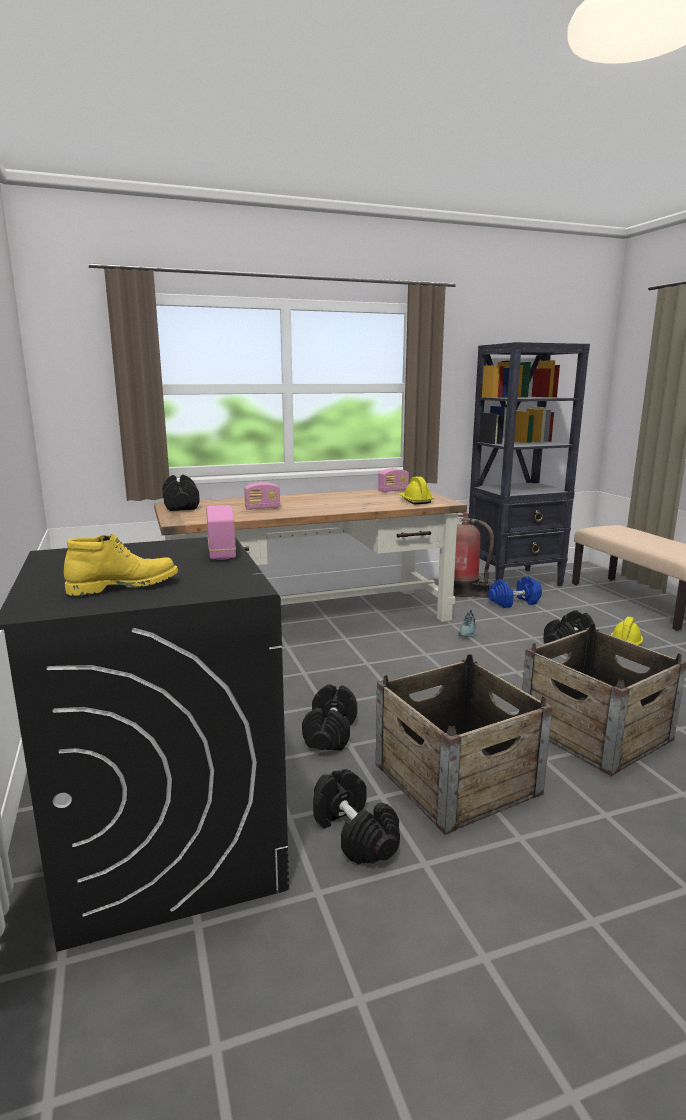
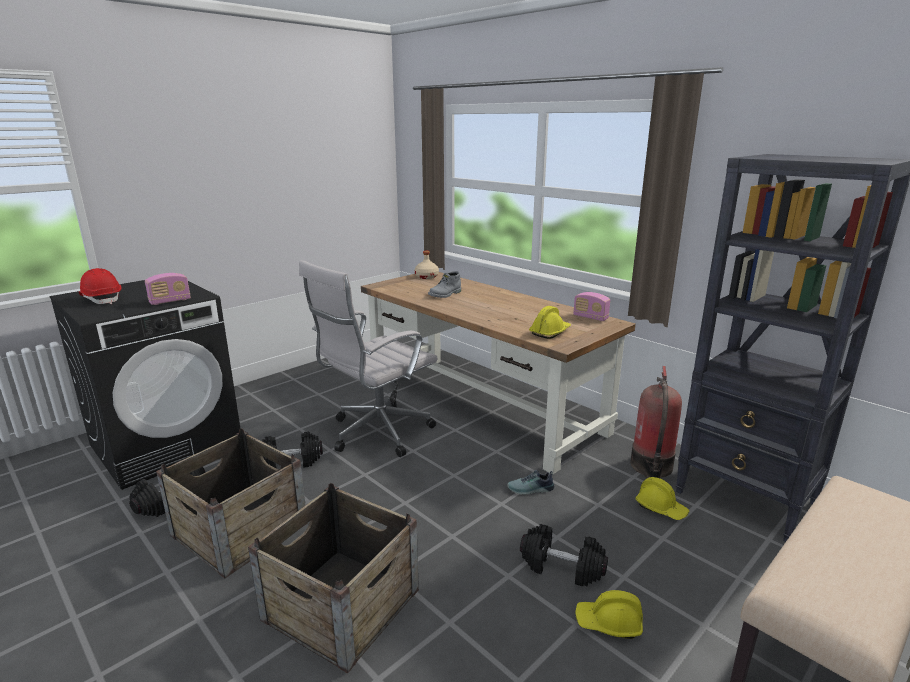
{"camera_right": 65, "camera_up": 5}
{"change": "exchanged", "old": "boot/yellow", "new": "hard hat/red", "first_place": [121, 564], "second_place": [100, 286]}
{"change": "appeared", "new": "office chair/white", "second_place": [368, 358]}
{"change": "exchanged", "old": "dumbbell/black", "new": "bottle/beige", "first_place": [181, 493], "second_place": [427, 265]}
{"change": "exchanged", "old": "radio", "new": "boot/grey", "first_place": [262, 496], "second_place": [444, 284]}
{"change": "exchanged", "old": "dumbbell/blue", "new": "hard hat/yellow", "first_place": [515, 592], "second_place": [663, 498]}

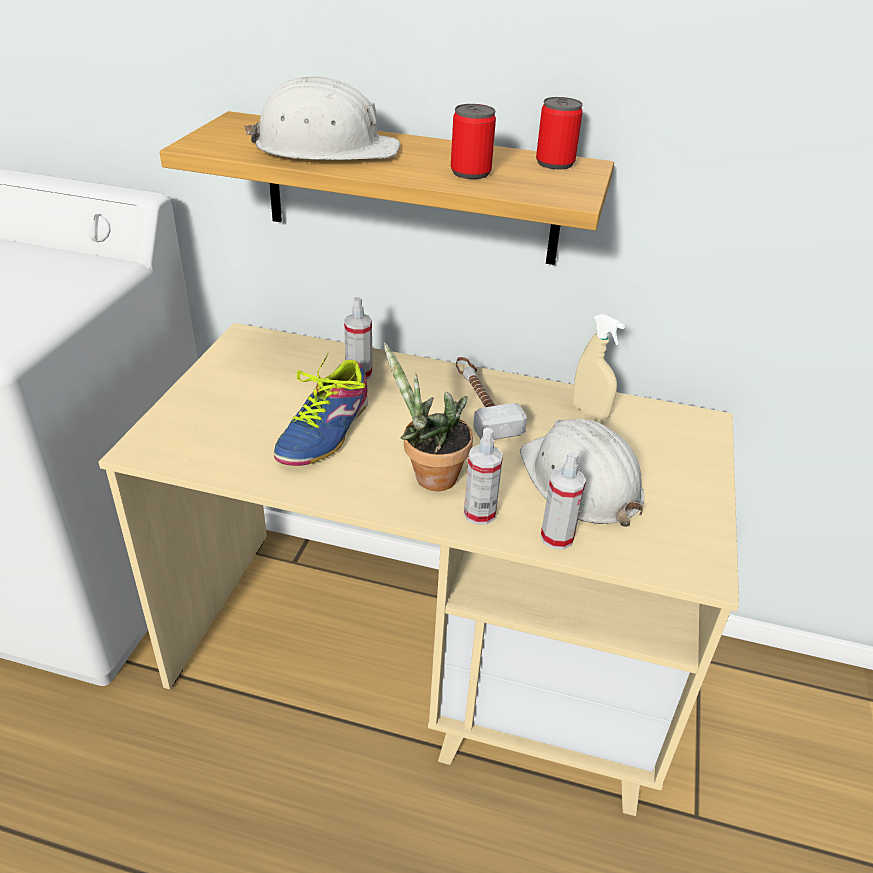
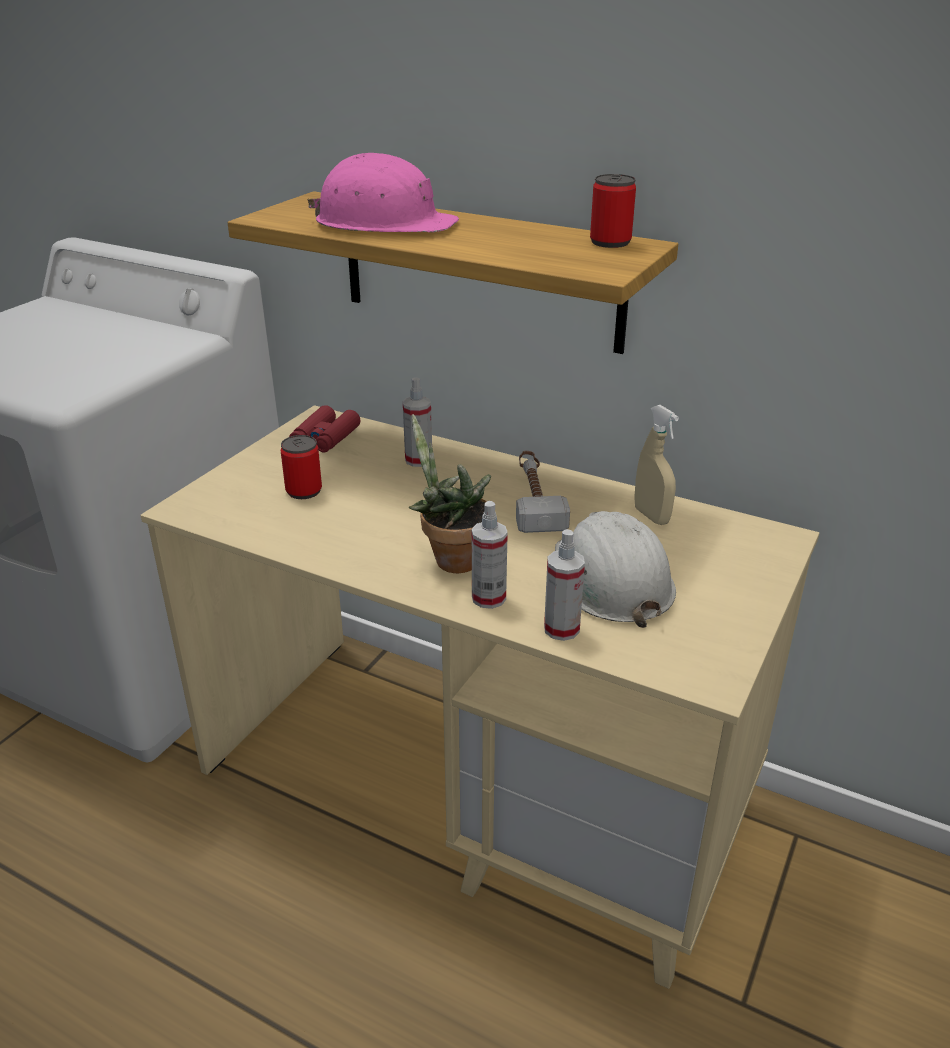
{"camera_right": 15, "camera_up": -5}
{"change": "relocated", "old": "can", "first_place": [473, 141], "second_place": [301, 467]}
{"change": "appeared", "new": "binoculars/red", "second_place": [325, 429]}
{"change": "colour", "old": "hard hat/white", "new": "hard hat/pink", "first_place": [322, 118], "second_place": [383, 192]}
{"change": "missing", "old": "shoe", "first_place": [321, 408]}

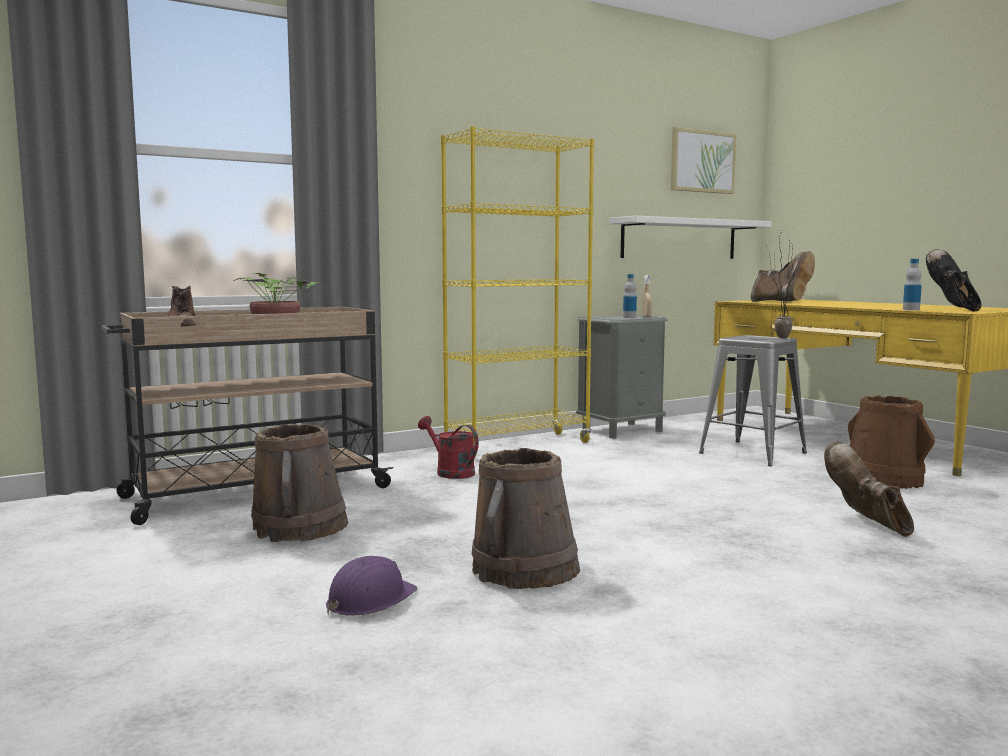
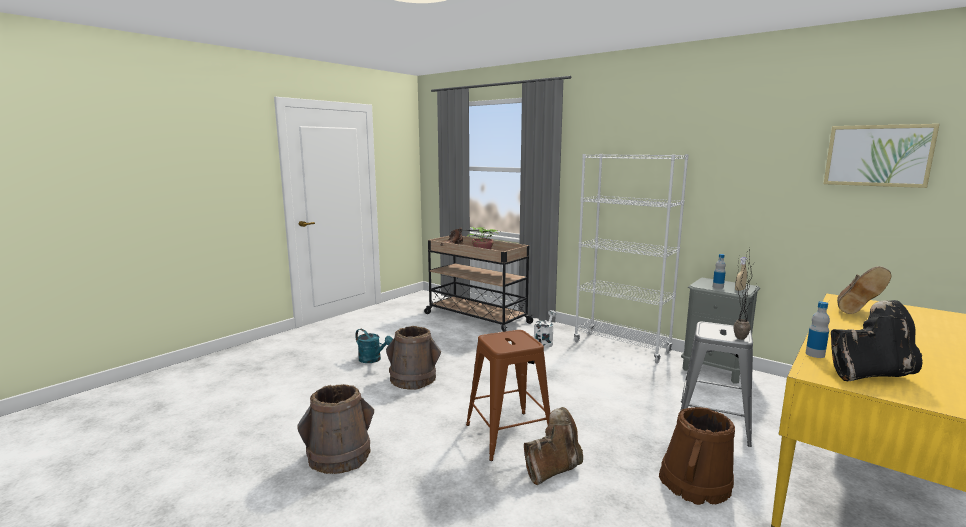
{"camera_right": 70, "camera_up": 5}
{"change": "relocated", "old": "bucket/brown", "first_place": [300, 483], "second_place": [335, 429]}
{"change": "exchanged", "old": "hard hat/purple", "new": "watering can/turquoise", "first_place": [372, 585], "second_place": [374, 346]}
{"change": "appeared", "new": "stool/brown", "second_place": [508, 395]}
{"change": "colour", "old": "watering can/red", "new": "watering can/white", "first_place": [448, 447], "second_place": [545, 329]}
{"change": "colour", "old": "bookcase/yellow", "new": "bookcase/white", "first_place": [517, 291], "second_place": [631, 259]}
{"change": "missing", "old": "shelf/white", "first_place": [691, 237]}

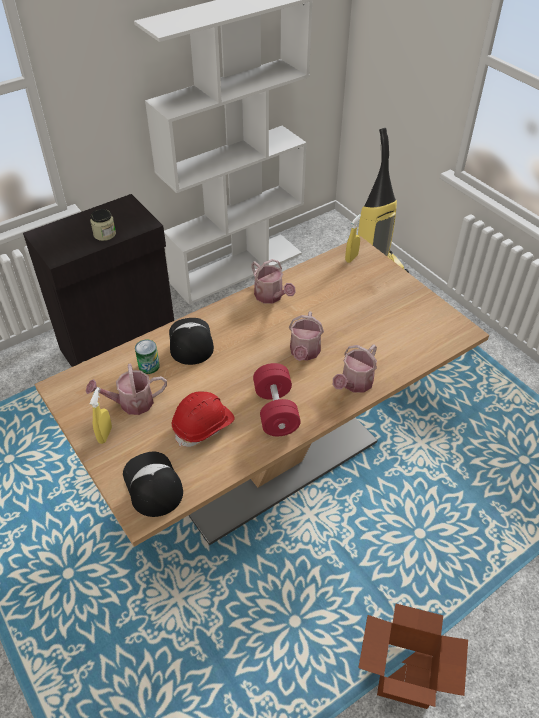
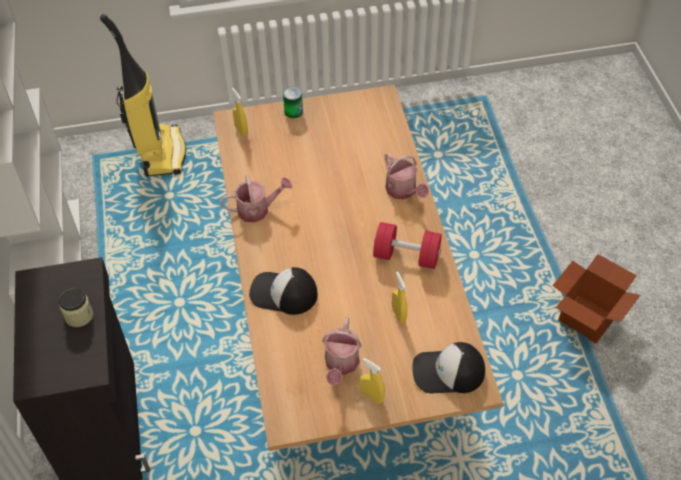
{"camera_right": -65, "camera_up": 5}
{"change": "relocated", "old": "can", "first_place": [147, 356], "second_place": [293, 102]}
{"change": "exchanged", "old": "hard hat/red", "new": "spray bottle/yellow", "first_place": [203, 419], "second_place": [399, 297]}
{"change": "missing", "old": "watering can", "first_place": [306, 336]}

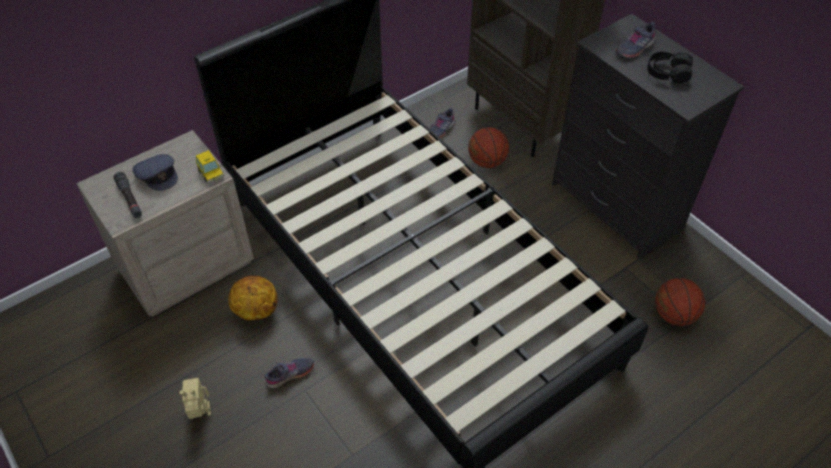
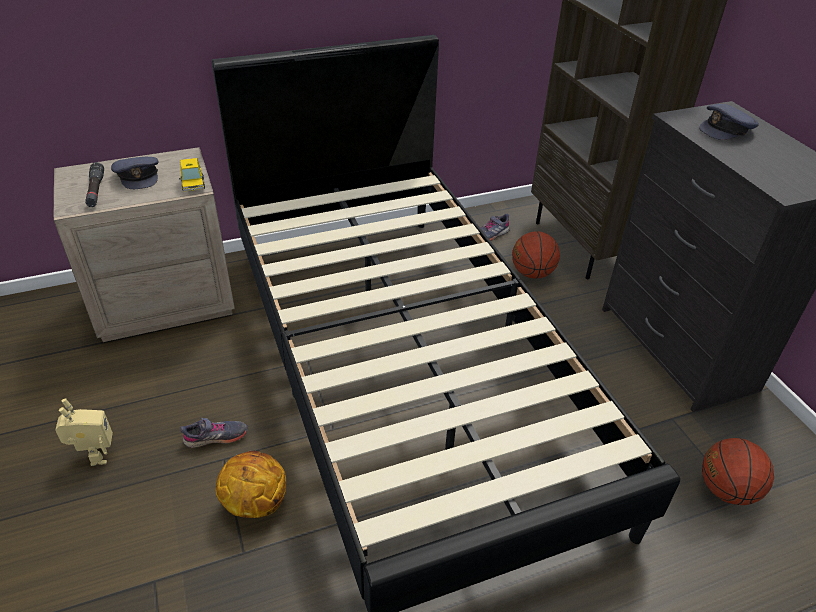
{"camera_right": 15, "camera_up": -10}
{"change": "spun", "old": "toy robot", "first_place": [195, 398], "second_place": [84, 432], "degrees": 75}
{"change": "relocated", "old": "basketball", "first_place": [252, 298], "second_place": [250, 484]}
{"change": "exchanged", "old": "shoe/grey", "new": "cap/grey", "first_place": [635, 40], "second_place": [729, 122]}
{"change": "missing", "old": "headphones/black", "first_place": [670, 67]}

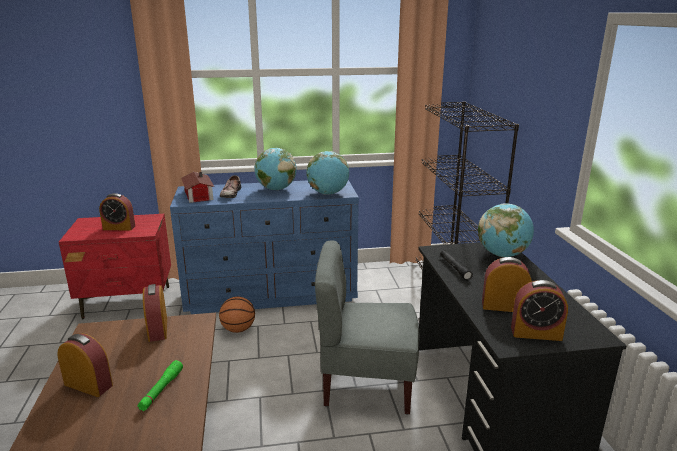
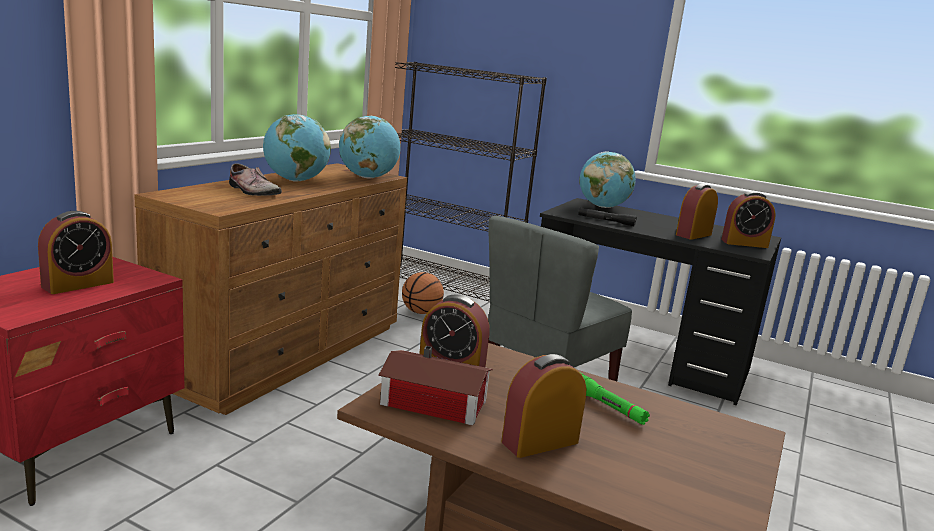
{"camera_right": -55, "camera_up": -5}
{"change": "colour", "old": "dresser/blue", "new": "dresser/brown", "first_place": [264, 247], "second_place": [270, 289]}
{"change": "relocated", "old": "toy house", "first_place": [197, 187], "second_place": [435, 386]}
{"change": "relocated", "old": "basketball", "first_place": [237, 315], "second_place": [423, 293]}
{"change": "spun", "old": "alarm clock", "first_place": [539, 310], "second_place": [748, 219], "degrees": 45}

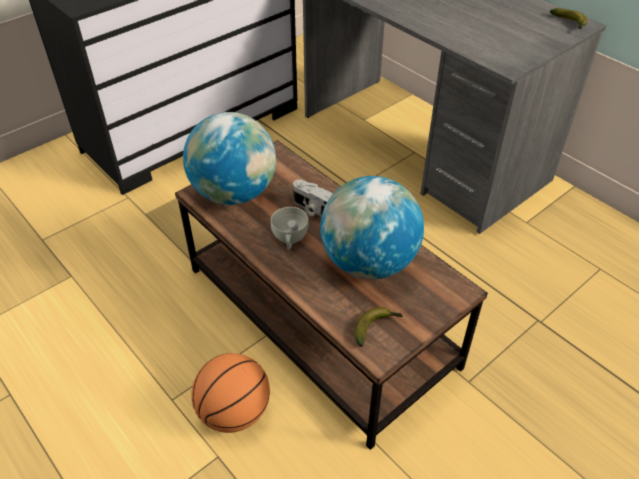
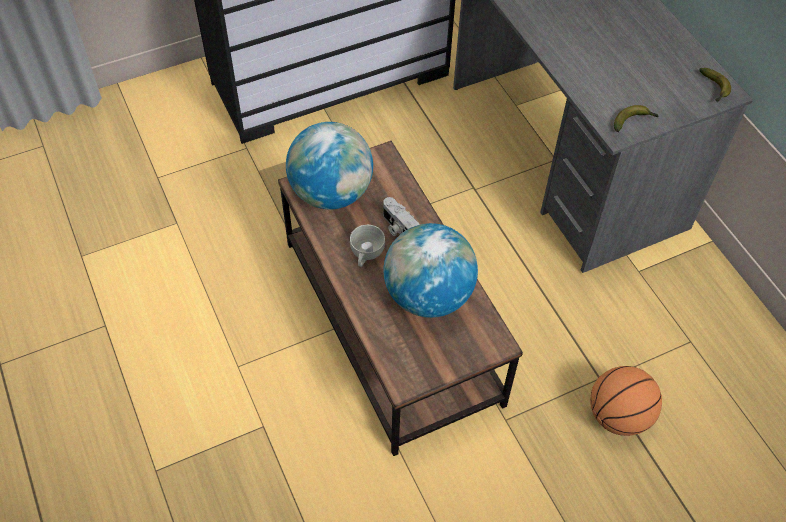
{"camera_right": 15, "camera_up": 10}
{"change": "relocated", "old": "basketball", "first_place": [230, 393], "second_place": [626, 401]}
{"change": "relocated", "old": "banana", "first_place": [379, 327], "second_place": [636, 118]}

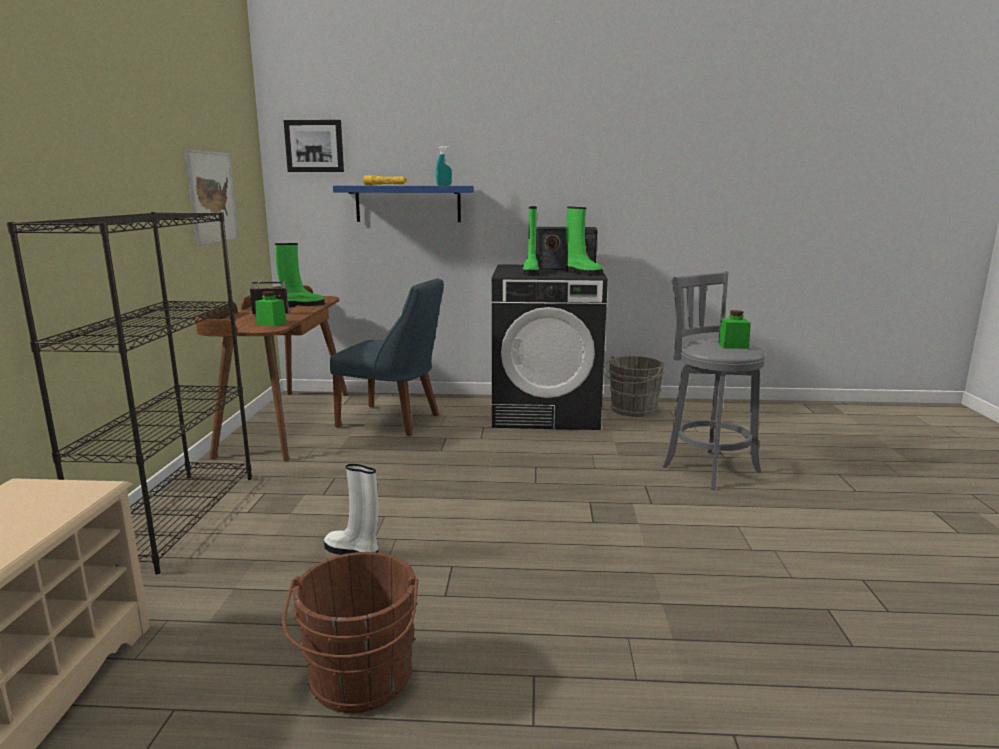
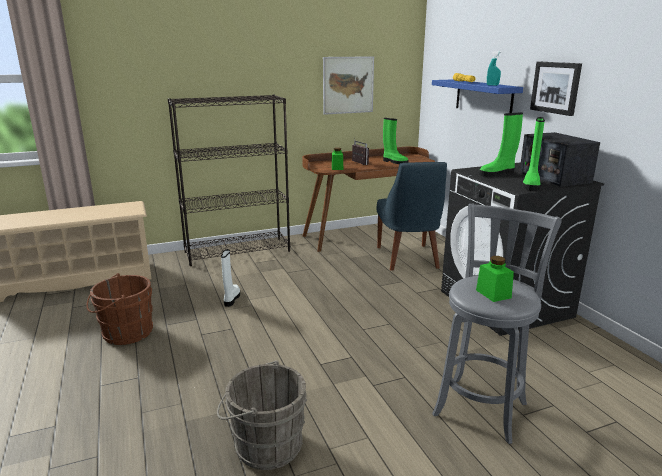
{"camera_right": 65, "camera_up": 5}
{"change": "relocated", "old": "bucket/grey", "first_place": [633, 386], "second_place": [262, 415]}
{"change": "relocated", "old": "picture", "first_place": [314, 146], "second_place": [556, 89]}

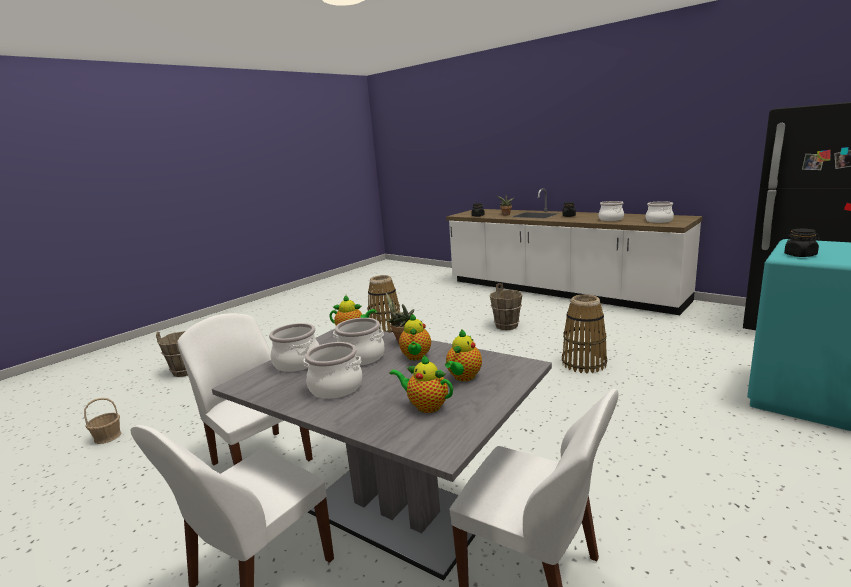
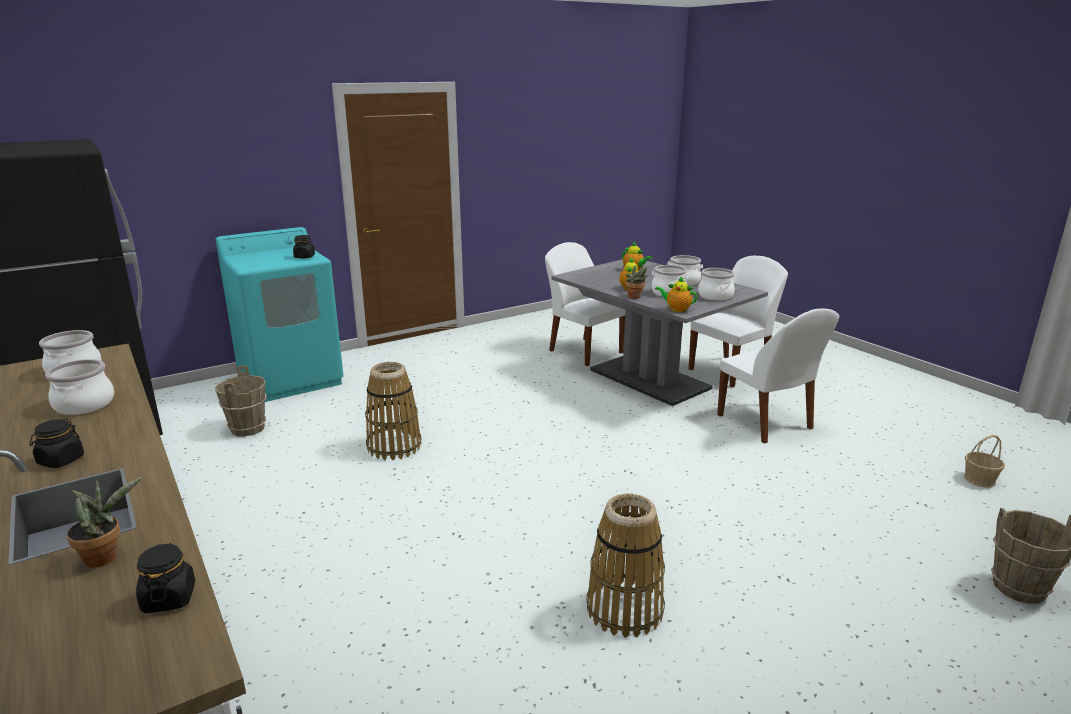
{"camera_right": -165, "camera_up": 5}
{"change": "relocated", "old": "bucket/brown", "first_place": [506, 306], "second_place": [241, 400]}
{"change": "missing", "old": "teapot", "first_place": [463, 355]}

